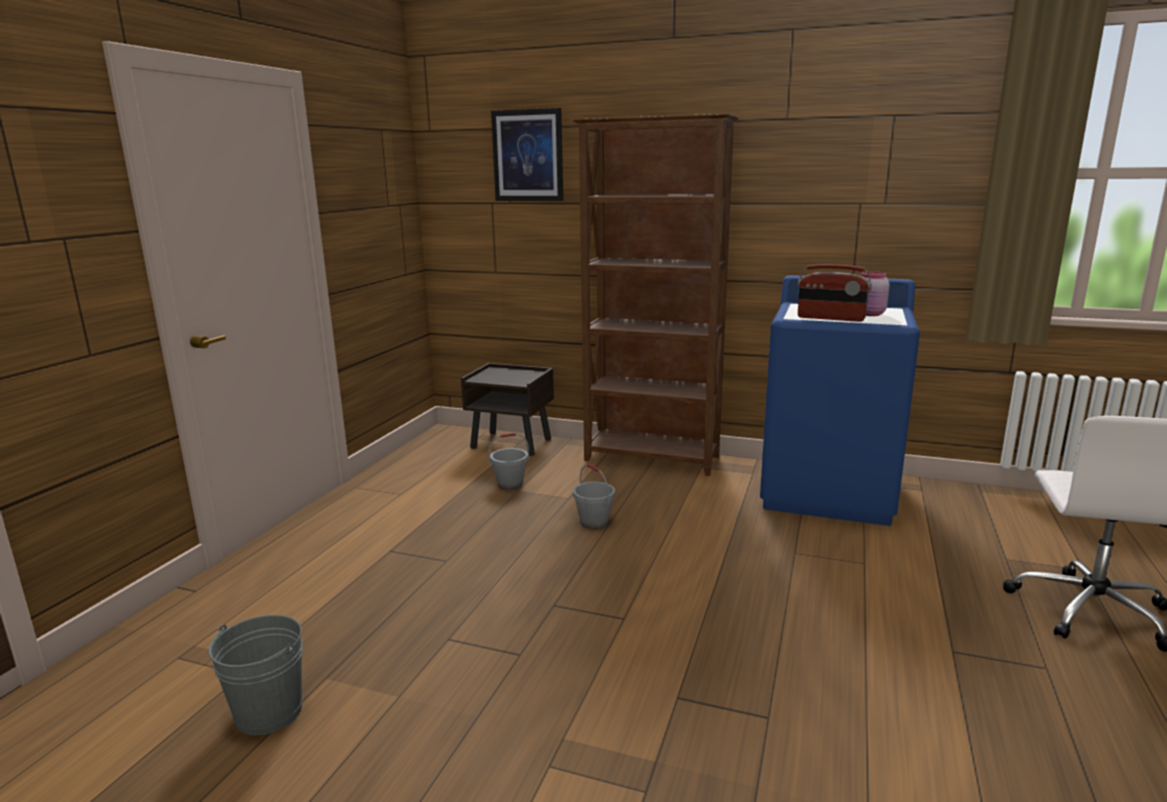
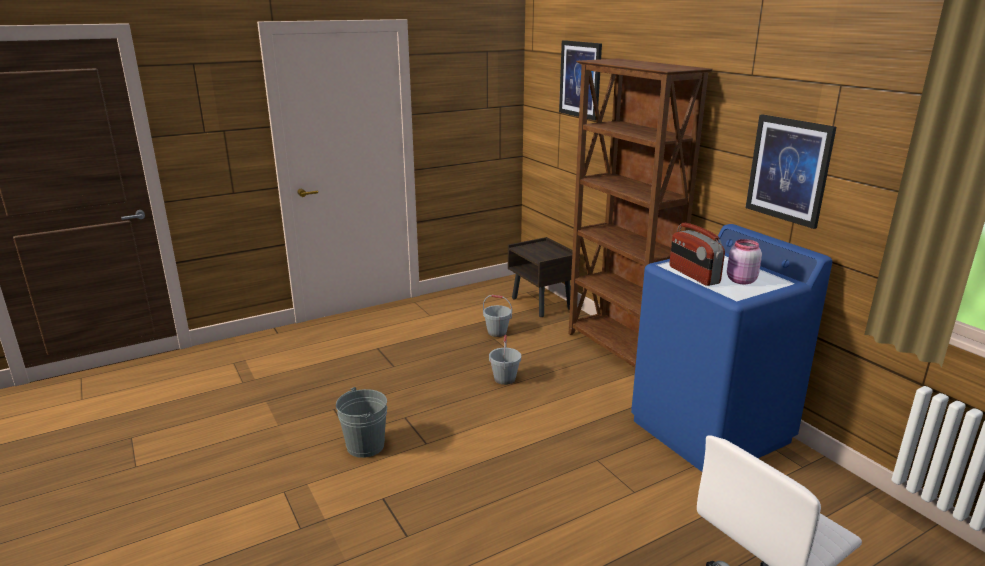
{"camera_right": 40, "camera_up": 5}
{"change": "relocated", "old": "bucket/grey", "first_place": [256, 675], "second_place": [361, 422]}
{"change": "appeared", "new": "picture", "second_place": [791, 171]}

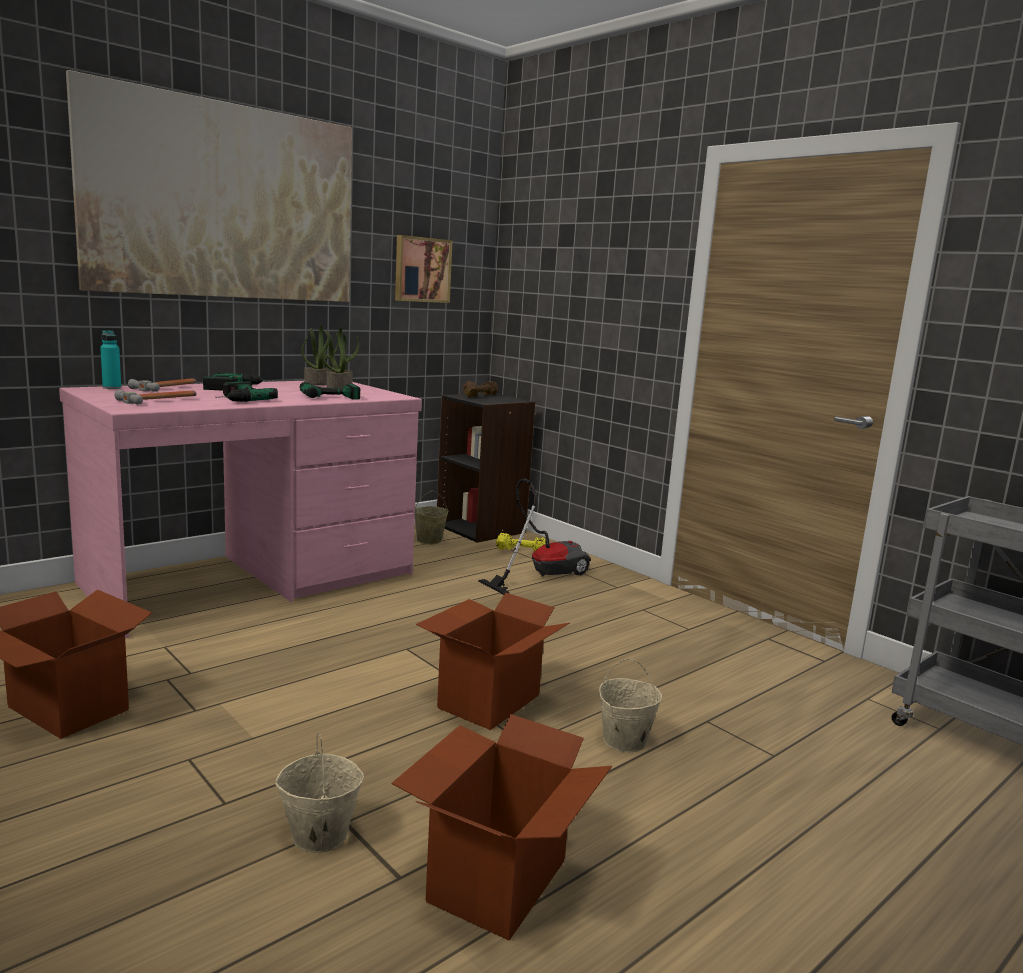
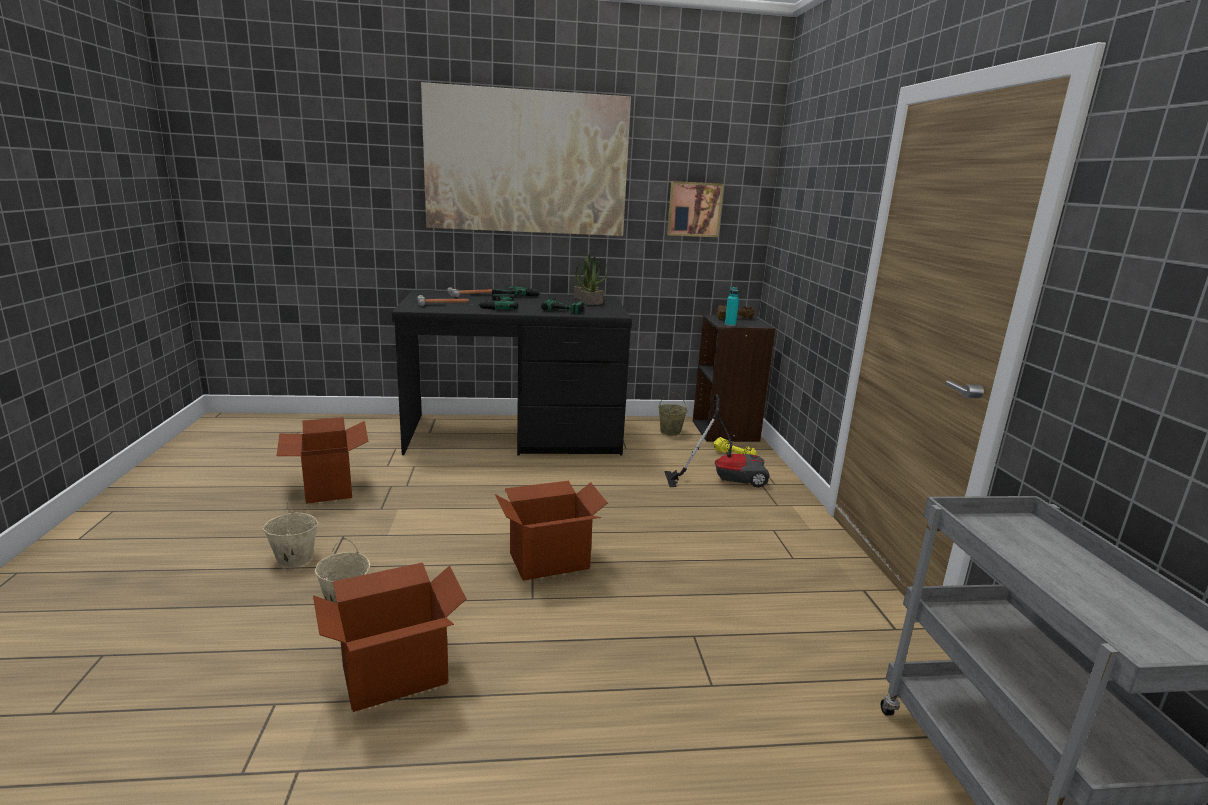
{"camera_right": 35, "camera_up": 5}
{"change": "relocated", "old": "bucket/beige", "first_place": [630, 705], "second_place": [290, 533]}
{"change": "colour", "old": "desk/pink", "new": "desk/black", "first_place": [240, 509], "second_place": [512, 372]}
{"change": "relocated", "old": "bottle/turquoise", "first_place": [110, 359], "second_place": [732, 306]}

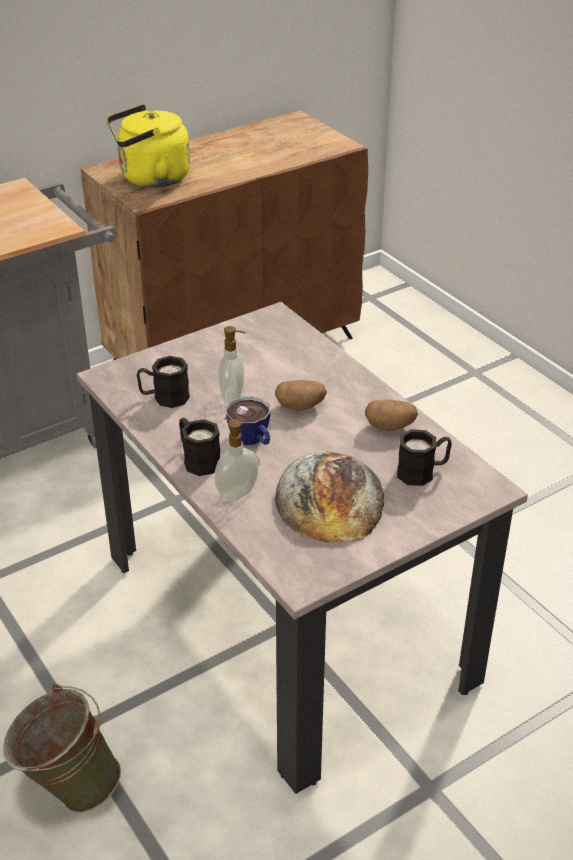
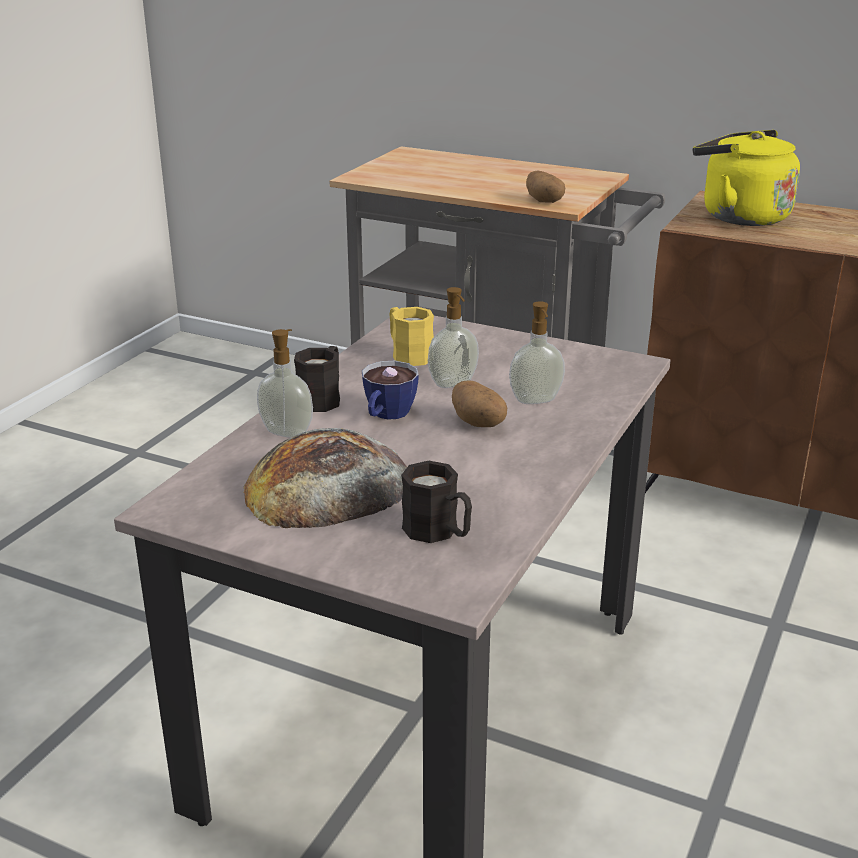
{"camera_right": 60, "camera_up": -10}
{"change": "colour", "old": "mug/black", "new": "mug/yellow", "first_place": [163, 382], "second_place": [412, 336]}
{"change": "appeared", "new": "soap dispenser", "second_place": [537, 352]}
{"change": "relocated", "old": "potato", "first_place": [391, 415], "second_place": [545, 187]}
{"change": "missing", "old": "bucket/green", "first_place": [62, 748]}

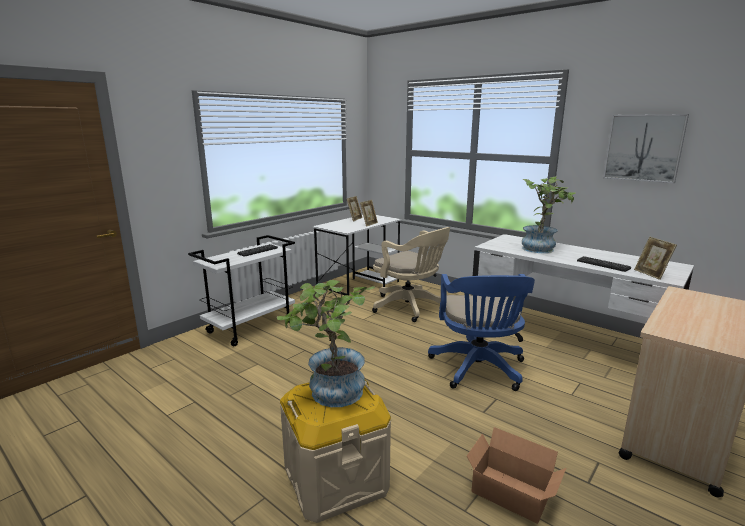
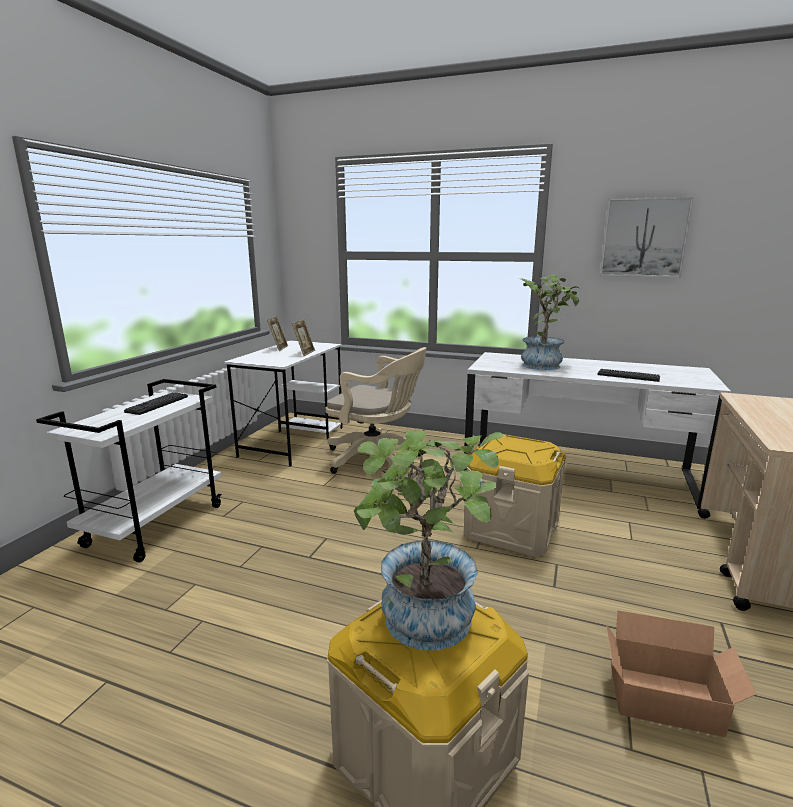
{"camera_right": -20, "camera_up": 0}
{"change": "exchanged", "old": "office chair/blue", "new": "storage box/beige", "first_place": [481, 332], "second_place": [515, 495]}
{"change": "missing", "old": "picture frame", "first_place": [655, 258]}

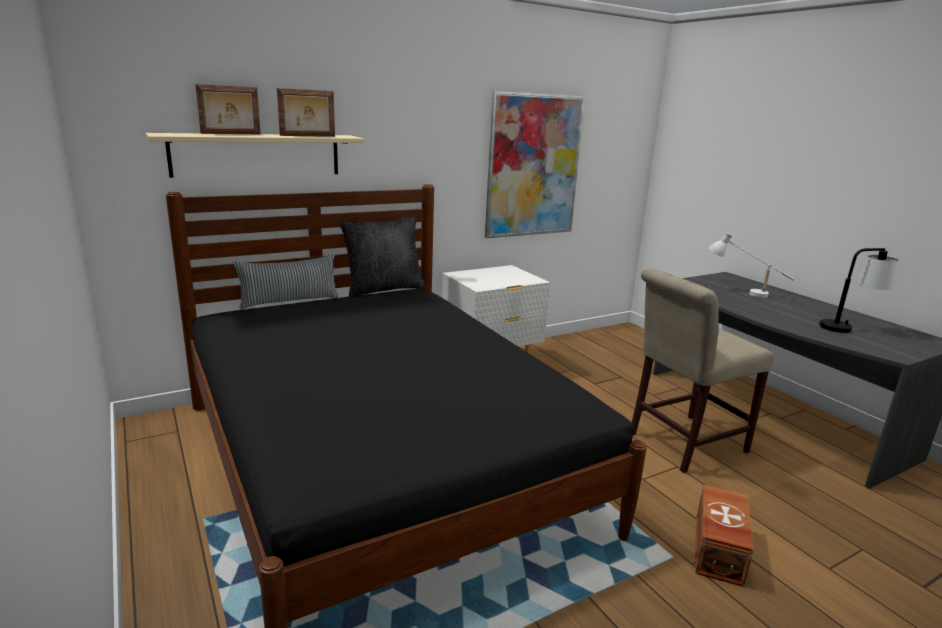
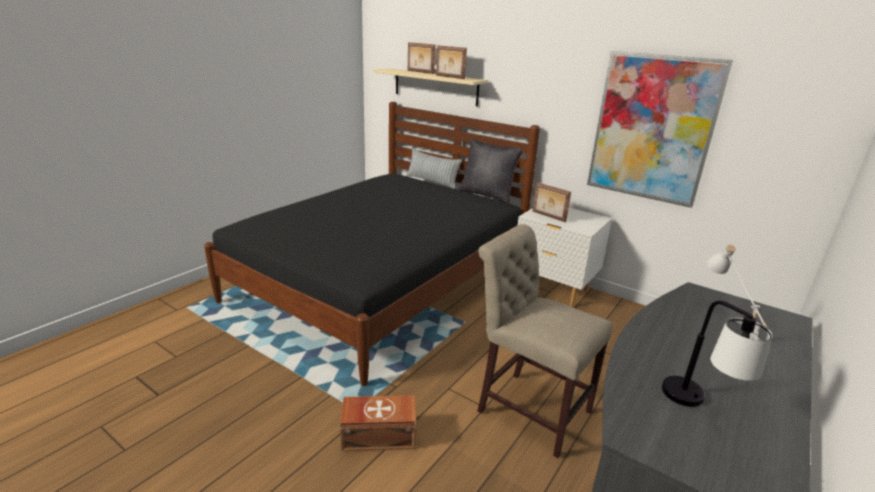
{"camera_right": 65, "camera_up": 5}
{"change": "appeared", "new": "picture frame", "second_place": [551, 202]}

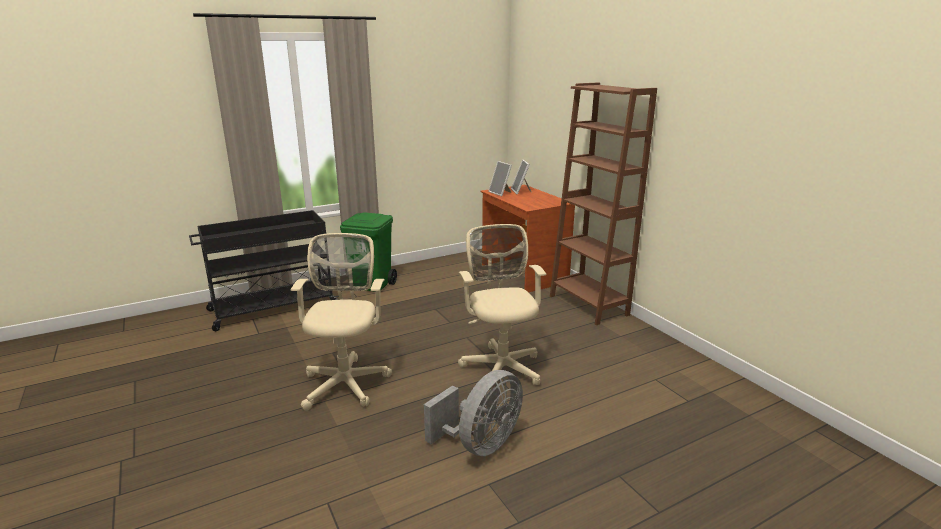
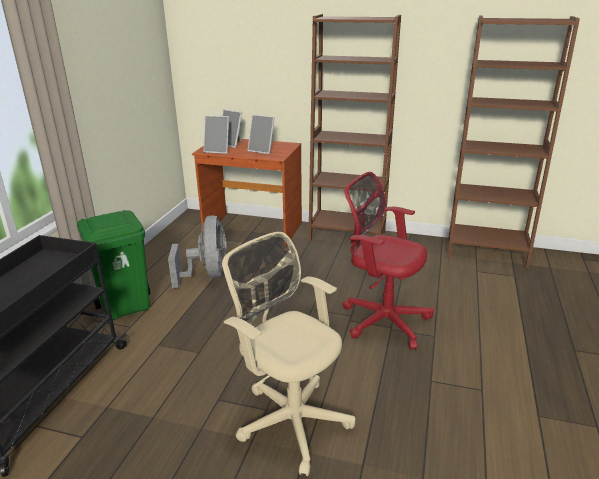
{"camera_right": -45, "camera_up": 5}
{"change": "relocated", "old": "fan/grey", "first_place": [473, 413], "second_place": [197, 251]}
{"change": "appeared", "new": "picture frame", "second_place": [261, 134]}
{"change": "colour", "old": "office chair/beige", "new": "office chair/red", "first_place": [502, 310], "second_place": [388, 261]}
{"change": "appeared", "new": "bookcase/brown", "second_place": [513, 141]}

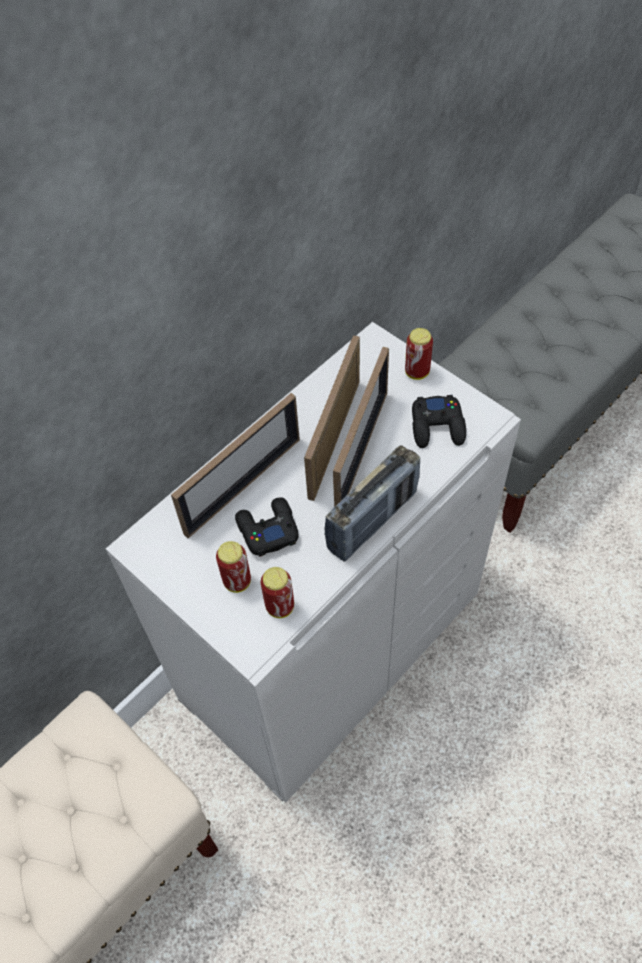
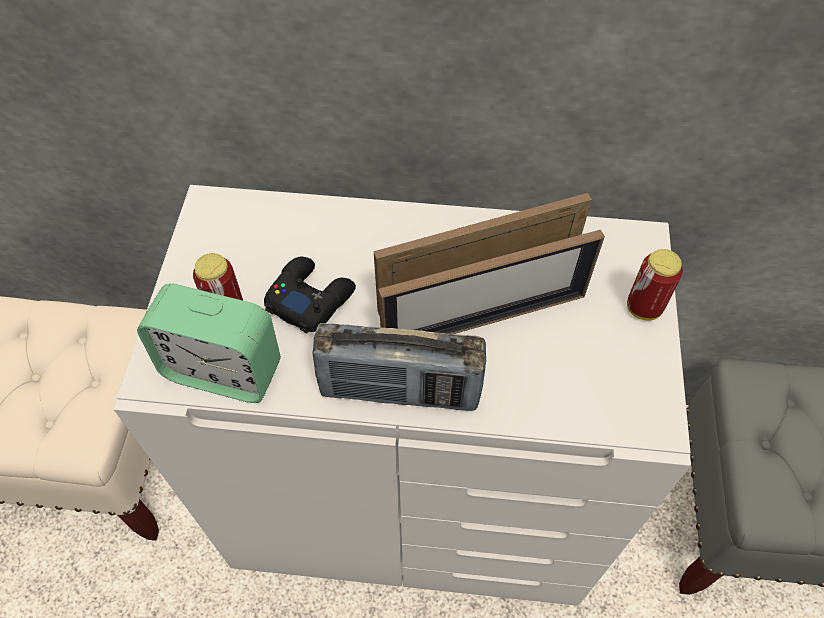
{"camera_right": 50, "camera_up": 0}
{"change": "exchanged", "old": "can", "new": "alarm clock", "first_place": [277, 592], "second_place": [209, 343]}
{"change": "missing", "old": "picture frame", "first_place": [235, 465]}
{"change": "missing", "old": "game controller/black", "first_place": [439, 421]}

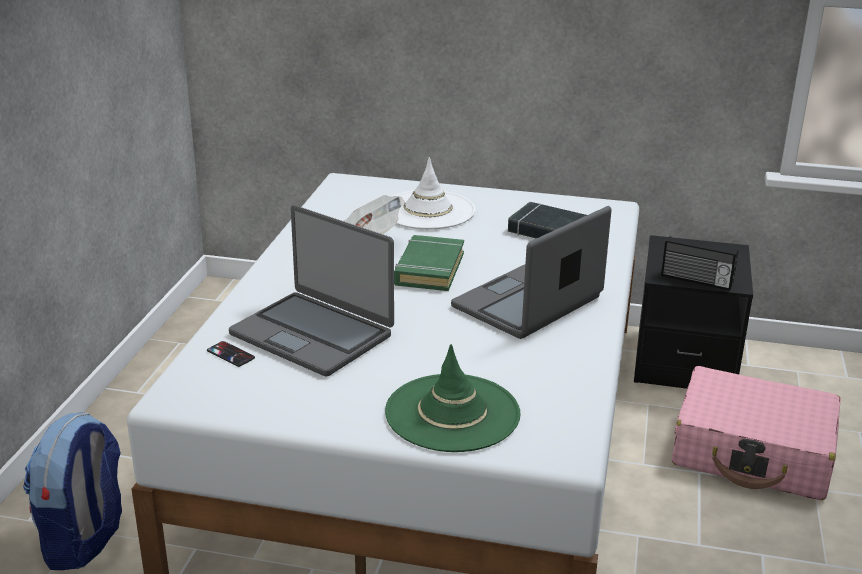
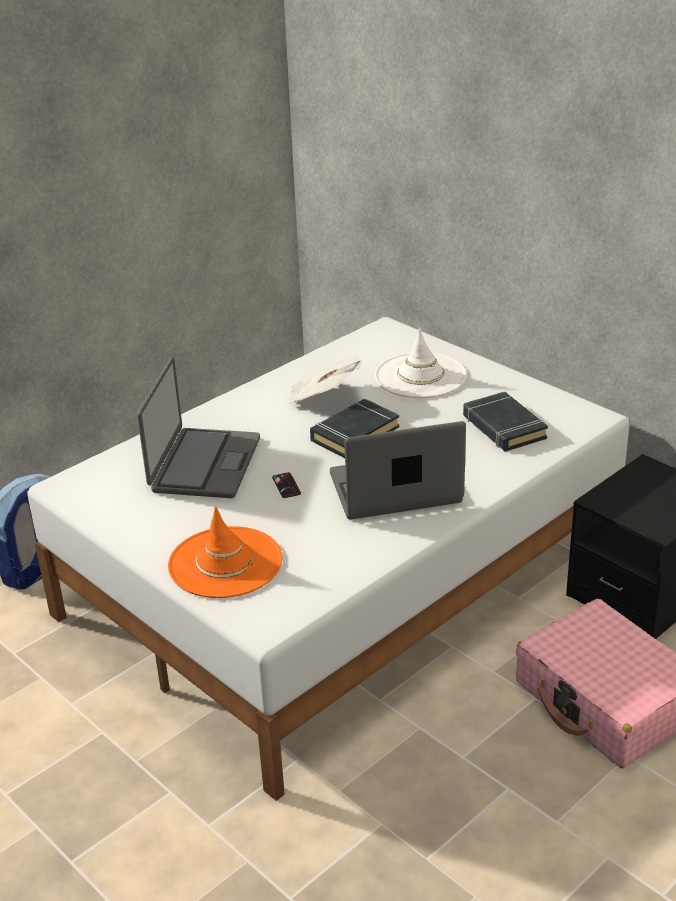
{"camera_right": 35, "camera_up": 5}
{"change": "spun", "old": "laptop", "first_place": [311, 291], "second_place": [198, 427], "degrees": -150}
{"change": "colour", "old": "hat/green", "new": "hat/orange", "first_place": [453, 398], "second_place": [225, 552]}
{"change": "relocated", "old": "phone", "first_place": [231, 354], "second_place": [286, 485]}
{"change": "colour", "old": "book/green", "new": "book/black", "first_place": [429, 263], "second_place": [355, 428]}
{"change": "missing", "old": "radio", "first_place": [699, 263]}

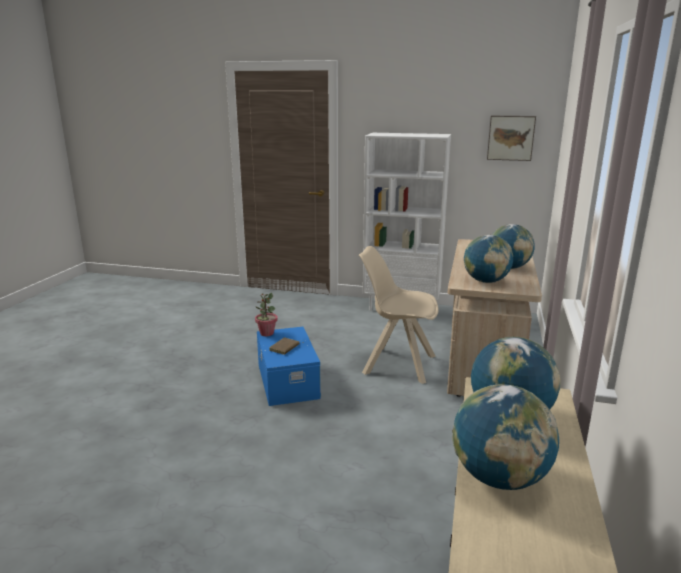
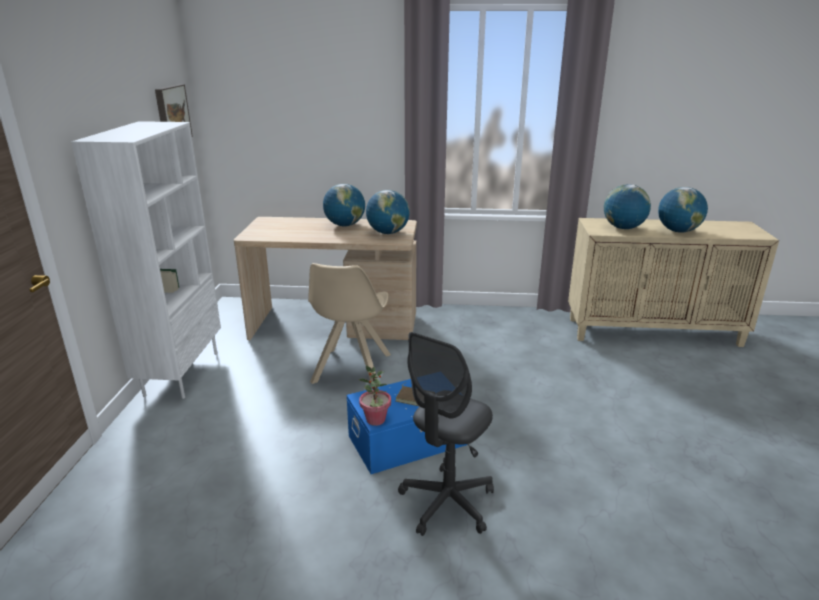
{"camera_right": -100, "camera_up": 5}
{"change": "appeared", "new": "office chair/grey", "second_place": [446, 434]}

